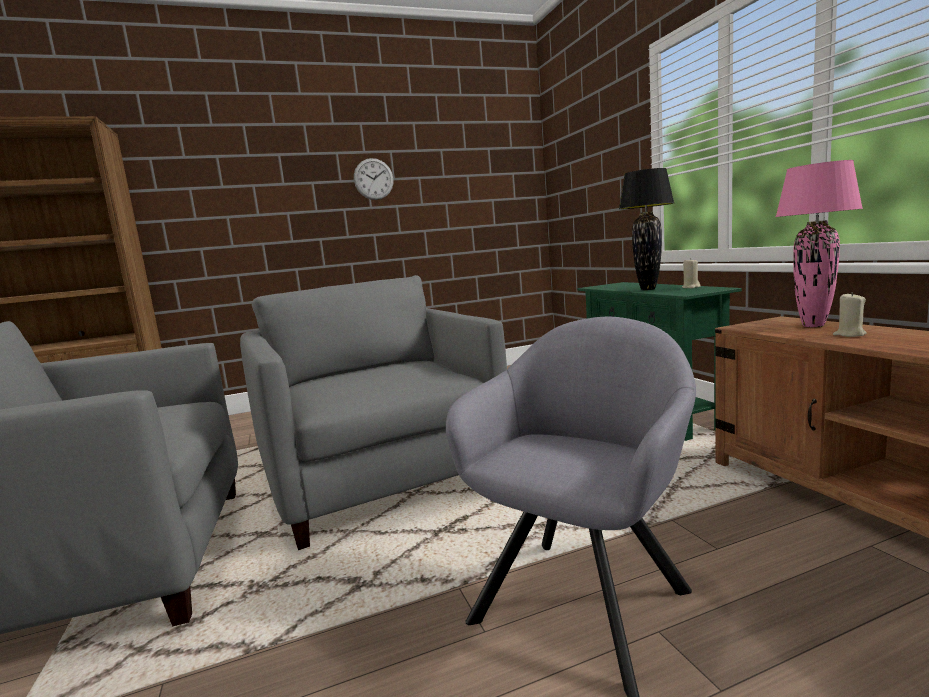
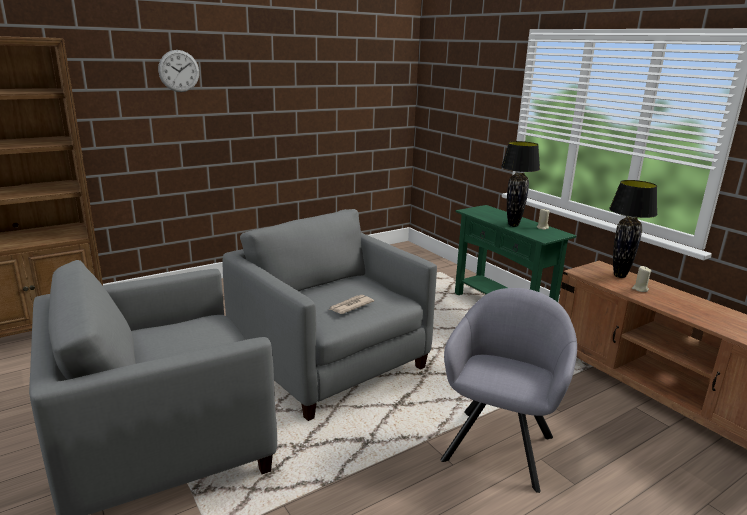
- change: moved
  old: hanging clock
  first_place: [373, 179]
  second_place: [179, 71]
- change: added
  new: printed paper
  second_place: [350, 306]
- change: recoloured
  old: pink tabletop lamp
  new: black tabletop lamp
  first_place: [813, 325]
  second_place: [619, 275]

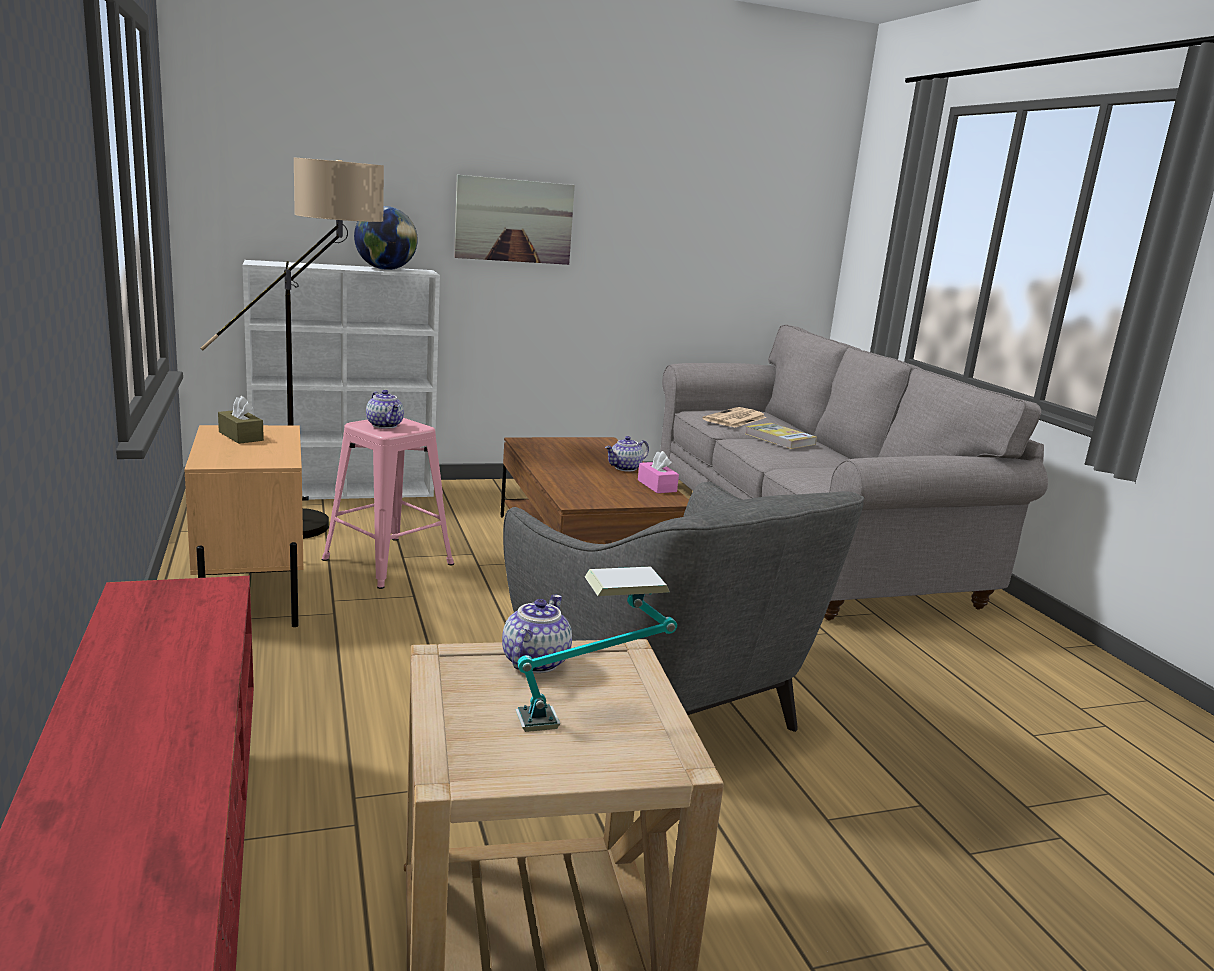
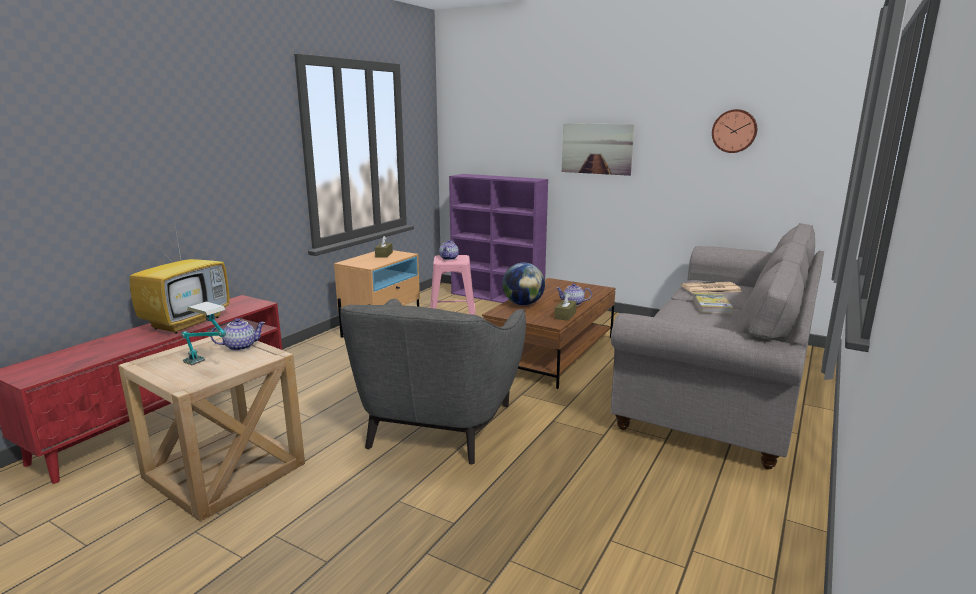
- change: added
  new: TV
  second_place: [187, 322]
- change: recoloured
  old: whitish shelving unit
  new: purple shelving unit
  first_place: [345, 491]
  second_place: [497, 297]
- change: moved
  old: world globe
  first_place: [385, 269]
  second_place: [523, 304]
- change: recoloured
  old: pink tissue holder
  new: brown-coloured tissue holder
  first_place: [657, 486]
  second_place: [565, 315]
- change: added
  new: hanging clock
  second_place: [734, 131]
- change: removed
  old: floor lamp
  first_place: [319, 521]

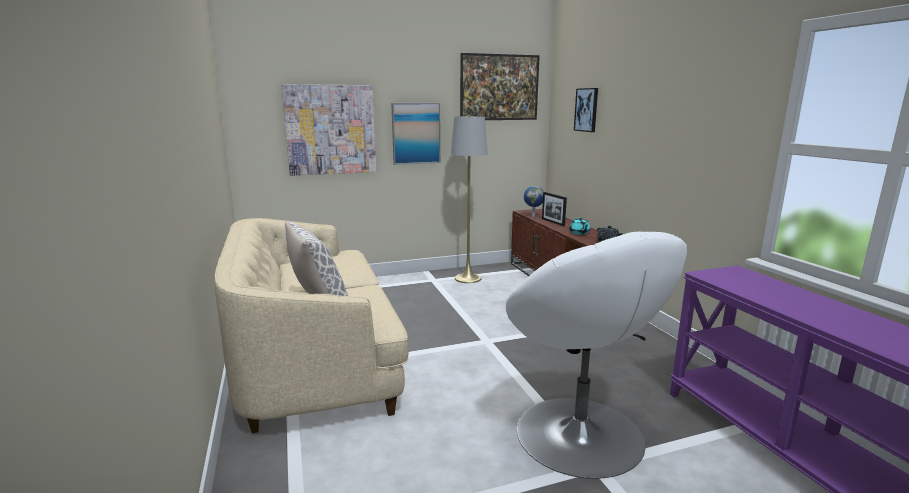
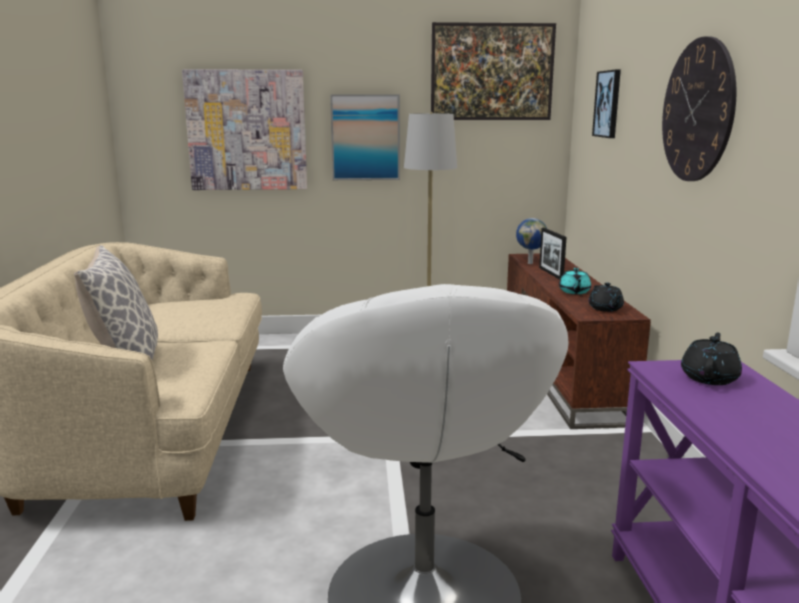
- change: added
  new: hanging clock
  second_place: [697, 110]
- change: added
  new: black pot for tea
  second_place: [709, 377]

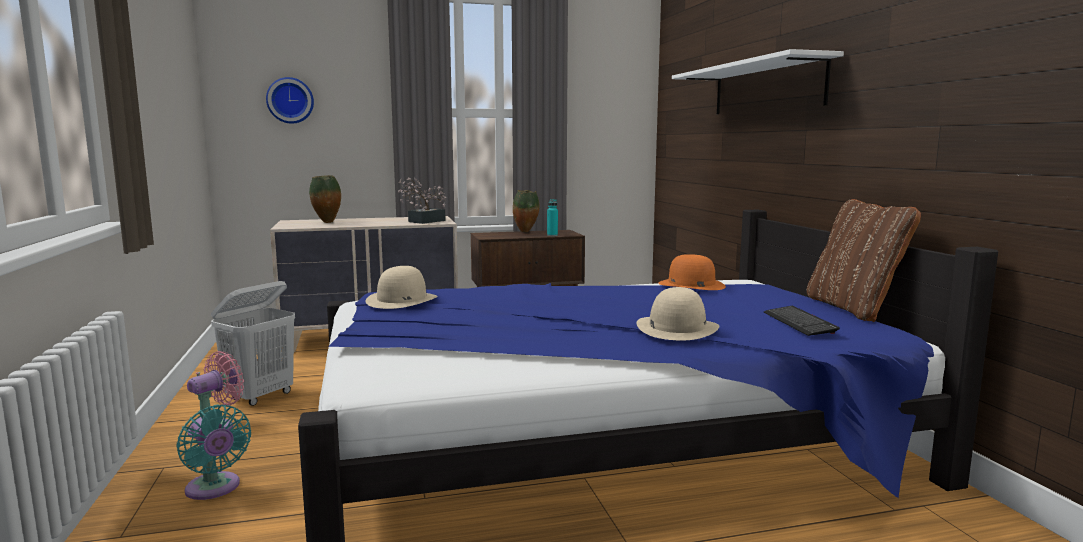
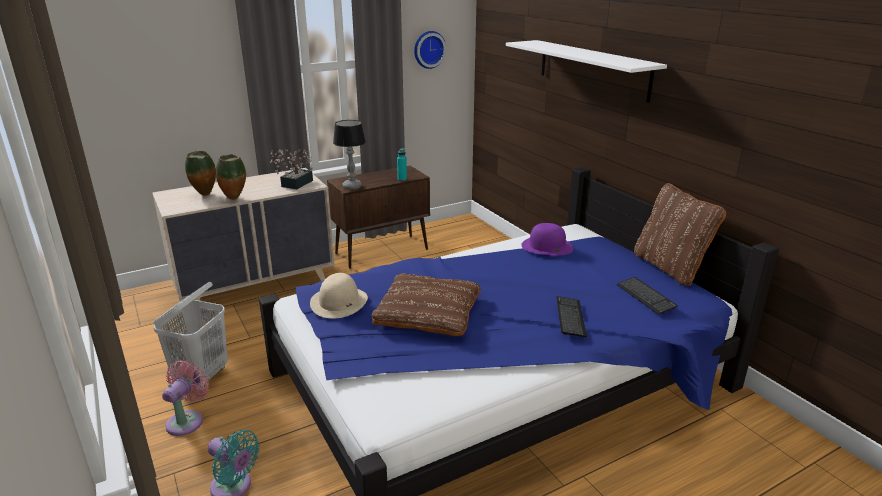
- change: moved
  old: flower vase
  first_place: [526, 232]
  second_place: [235, 198]
- change: added
  new: tabletop lamp
  second_place: [352, 186]
- change: added
  new: brown-coloured throw pillow
  second_place: [428, 312]
- change: moved
  old: hanging clock
  first_place: [290, 100]
  second_place: [428, 49]
- change: recoloured
  old: orange-coloured hat
  new: purple hat
  first_place: [691, 285]
  second_place: [546, 246]
- change: replaced
  old: sand-coloured hat
  new: PC keyboard
  first_place: [677, 328]
  second_place: [570, 317]

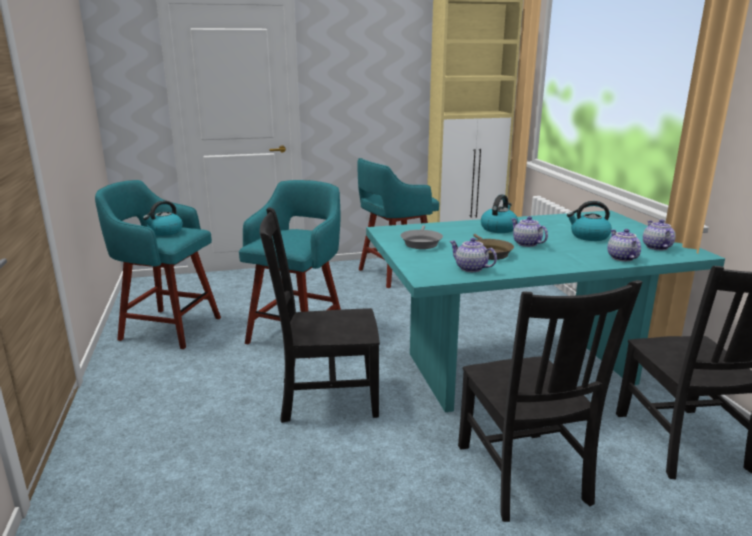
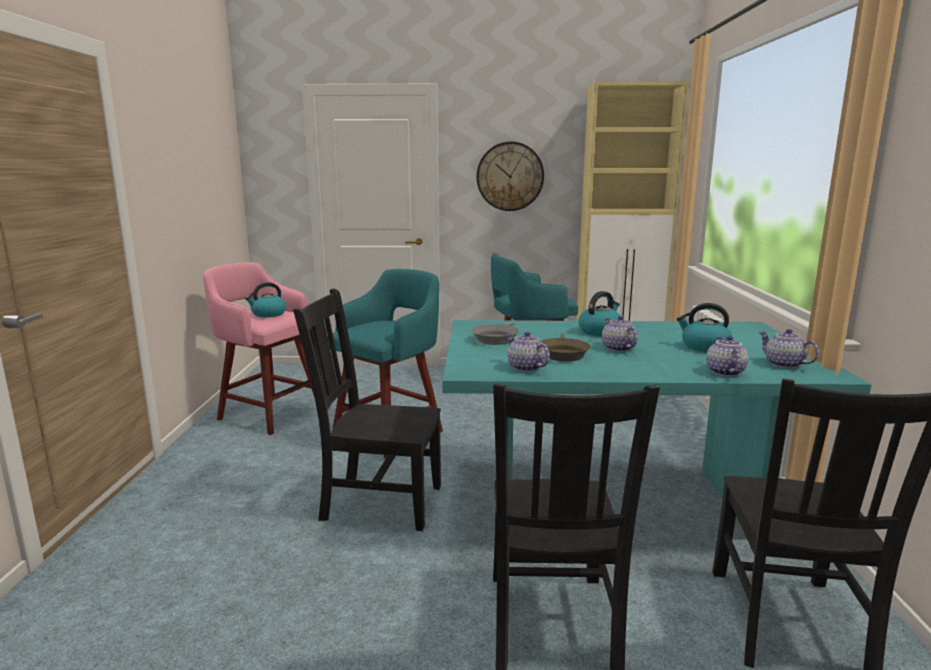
- change: recoloured
  old: turquoise stool seat
  new: pink stool seat
  first_place: [168, 328]
  second_place: [269, 413]
- change: added
  new: hanging clock
  second_place: [510, 176]
- change: turned
  old: pot for tea
  first_place: [656, 247]
  second_place: [783, 364]
  degrees: -45

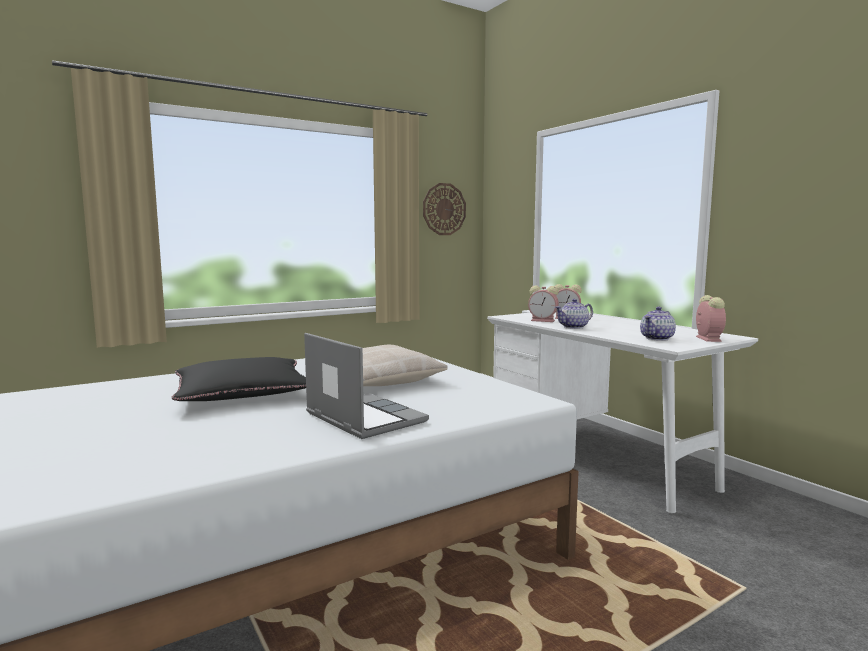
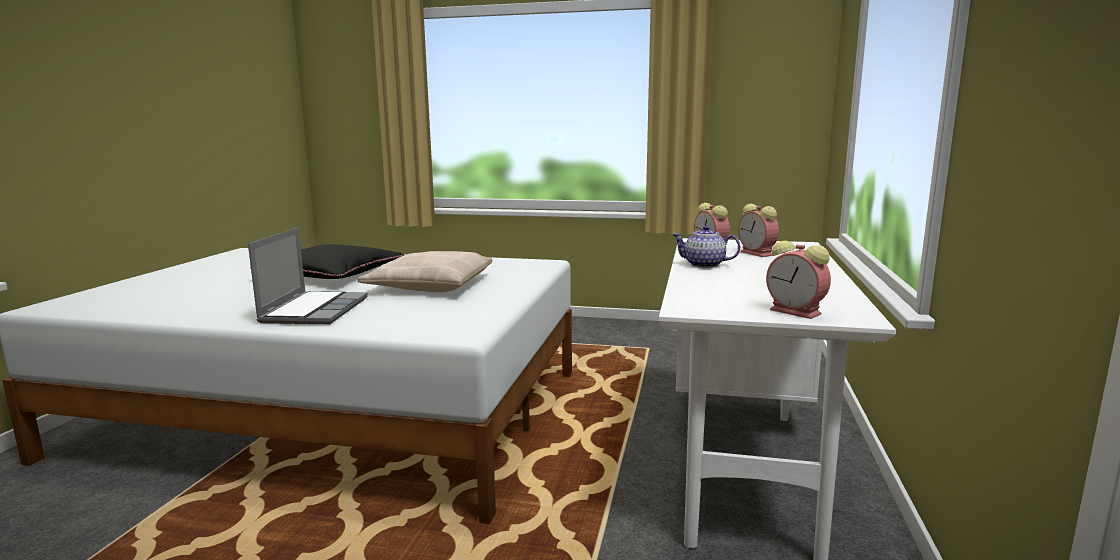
- change: turned
  old: alarm clock
  first_place: [707, 339]
  second_place: [797, 312]
  degrees: 90
- change: removed
  old: hanging clock
  first_place: [444, 209]
- change: removed
  old: pot for tea
  first_place: [657, 338]

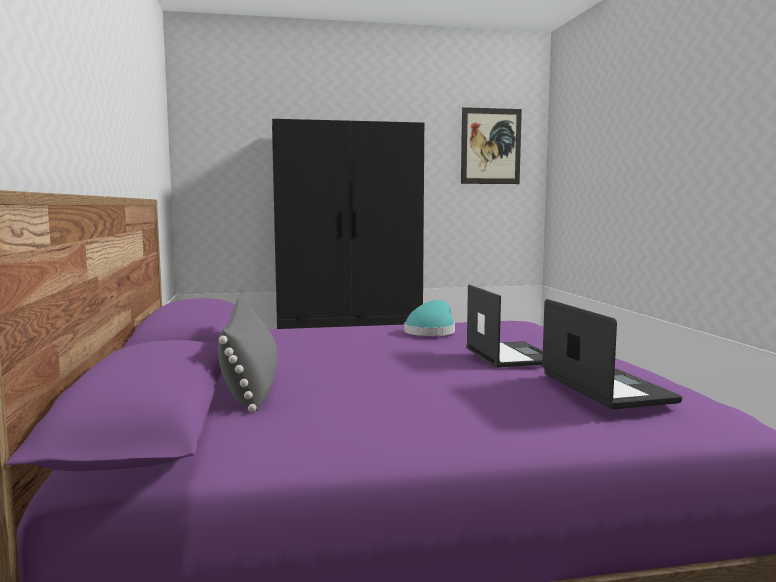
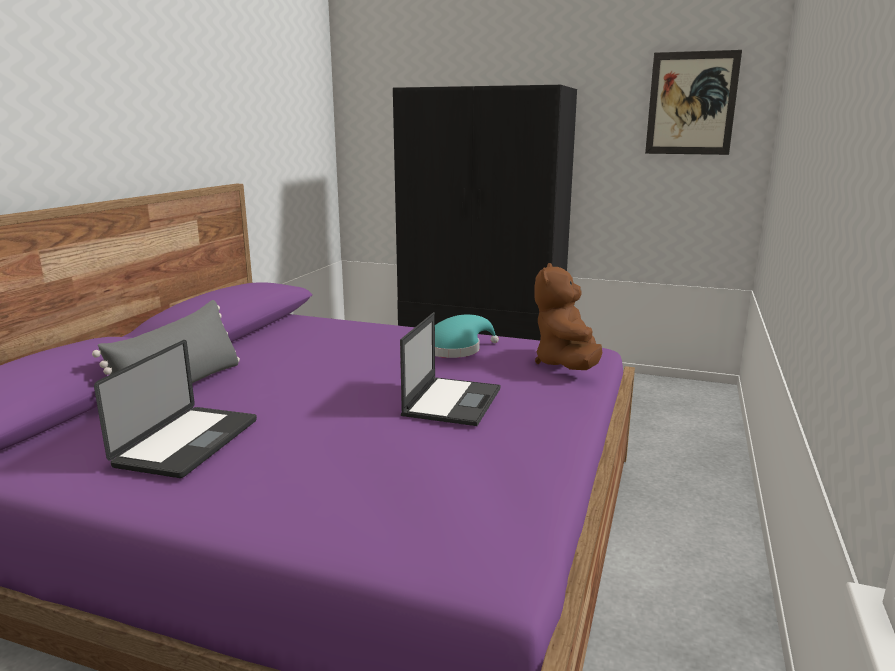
- change: moved
  old: notebook computer
  first_place: [606, 388]
  second_place: [188, 443]
- change: added
  new: brown-coloured soft toy
  second_place: [567, 365]

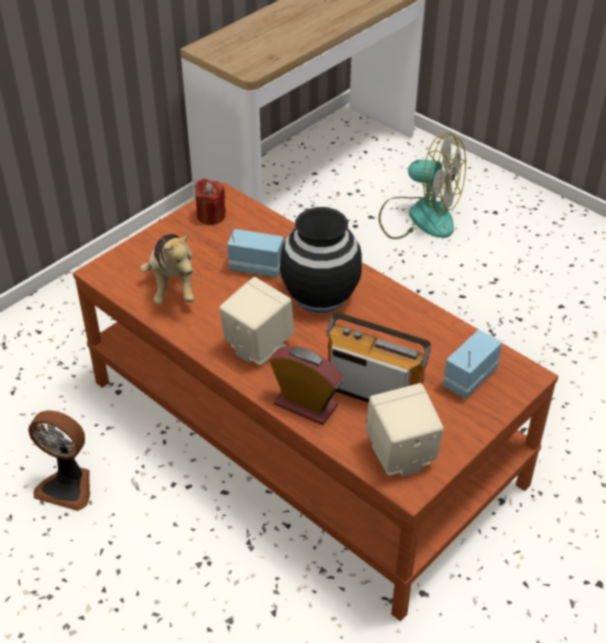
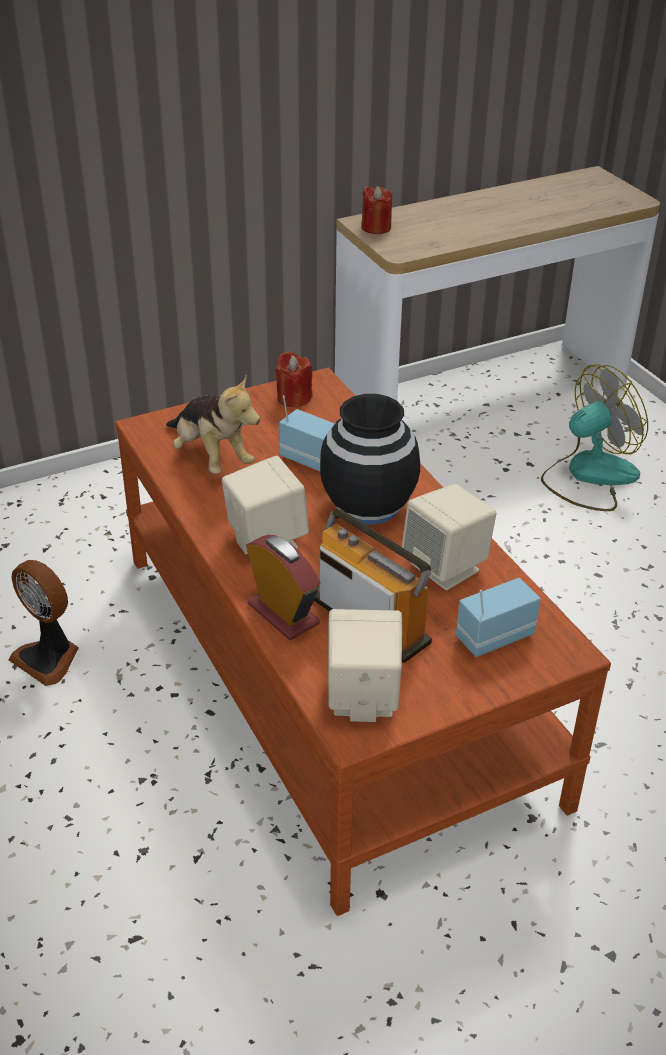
- change: turned
  old: soft toy
  first_place: [173, 285]
  second_place: [211, 457]
  degrees: -45
- change: added
  new: reddish wax light
  second_place: [376, 228]
- change: added
  new: sand-coloured speaker
  second_place: [446, 567]
- change: turned
  old: fan
  first_place: [419, 216]
  second_place: [589, 476]
  degrees: -75

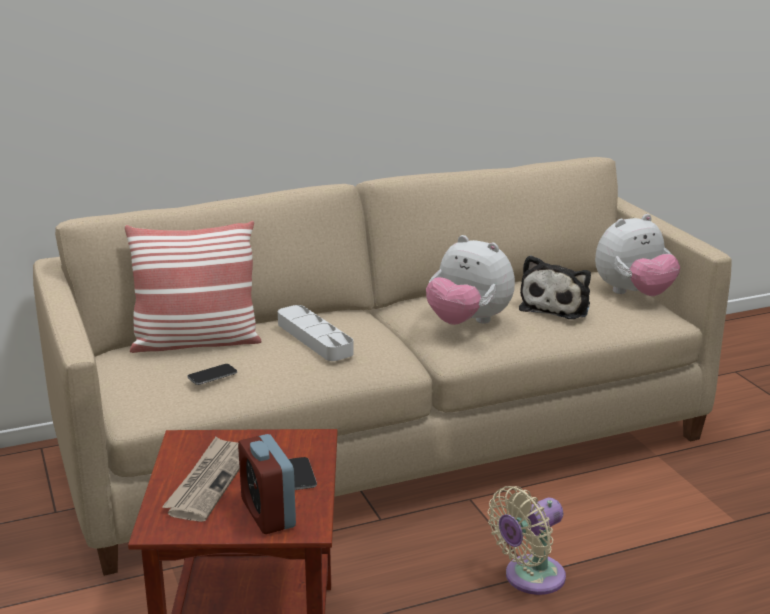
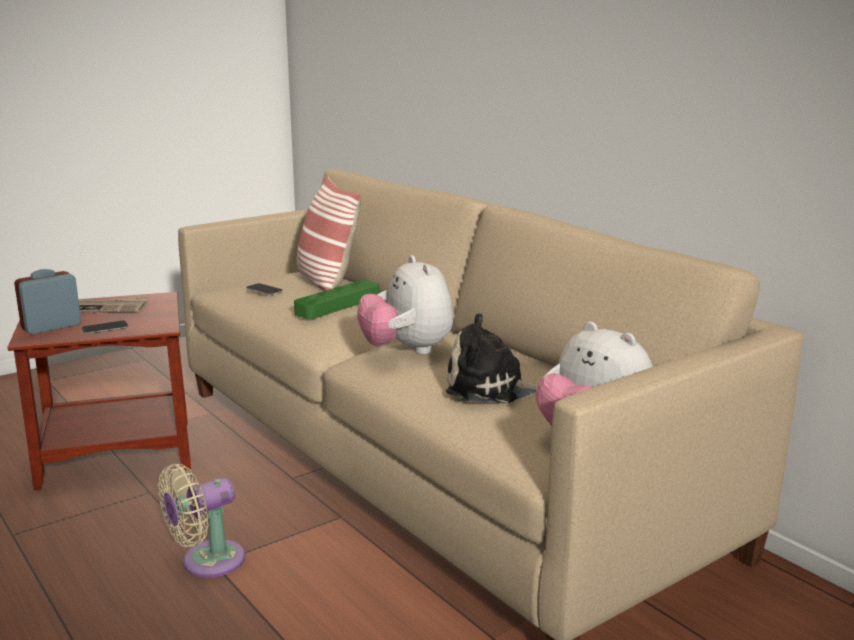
- change: turned
  old: sand-coloured fan
  first_place: [529, 578]
  second_place: [207, 562]
  degrees: -75
- change: recoloured
  old: greyish serving tray
  new: greenish serving tray
  first_place: [314, 338]
  second_place: [338, 305]
- change: turned
  old: soft toy
  first_place: [468, 322]
  second_place: [407, 350]
  degrees: -45

